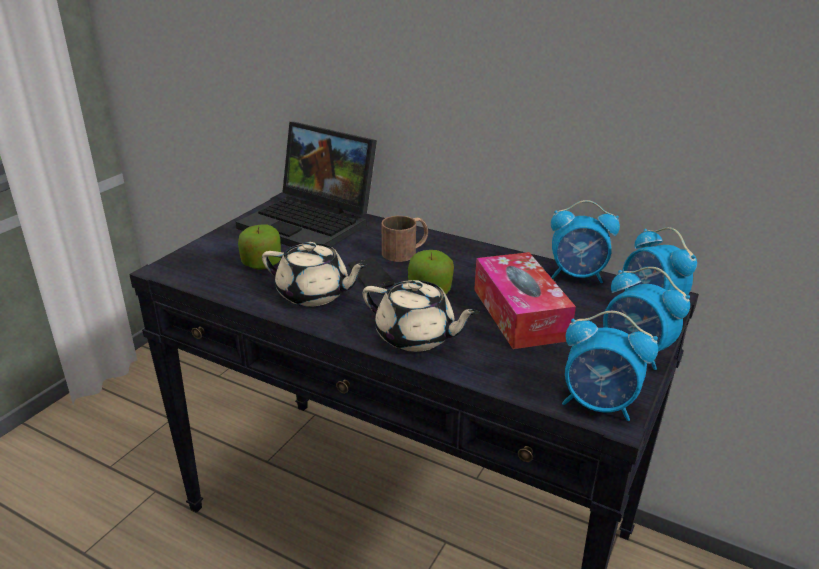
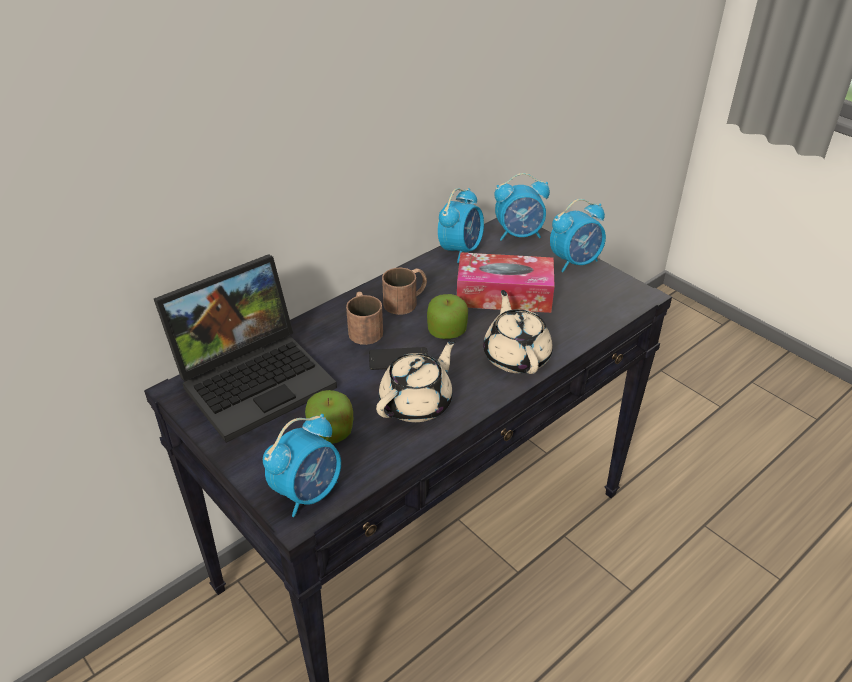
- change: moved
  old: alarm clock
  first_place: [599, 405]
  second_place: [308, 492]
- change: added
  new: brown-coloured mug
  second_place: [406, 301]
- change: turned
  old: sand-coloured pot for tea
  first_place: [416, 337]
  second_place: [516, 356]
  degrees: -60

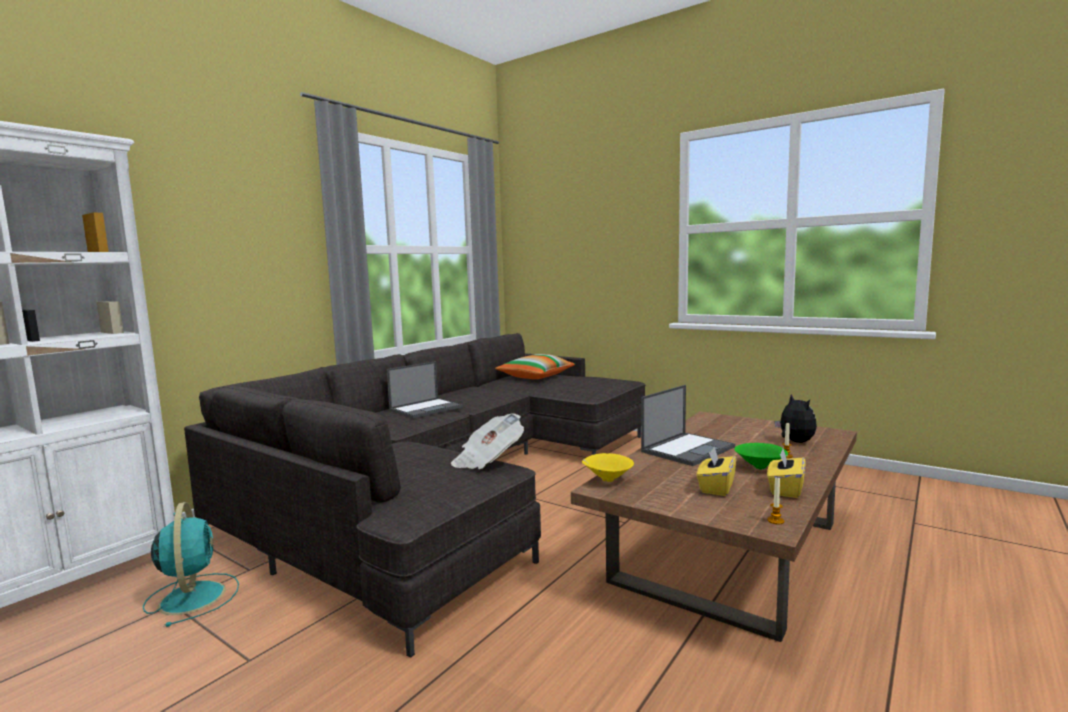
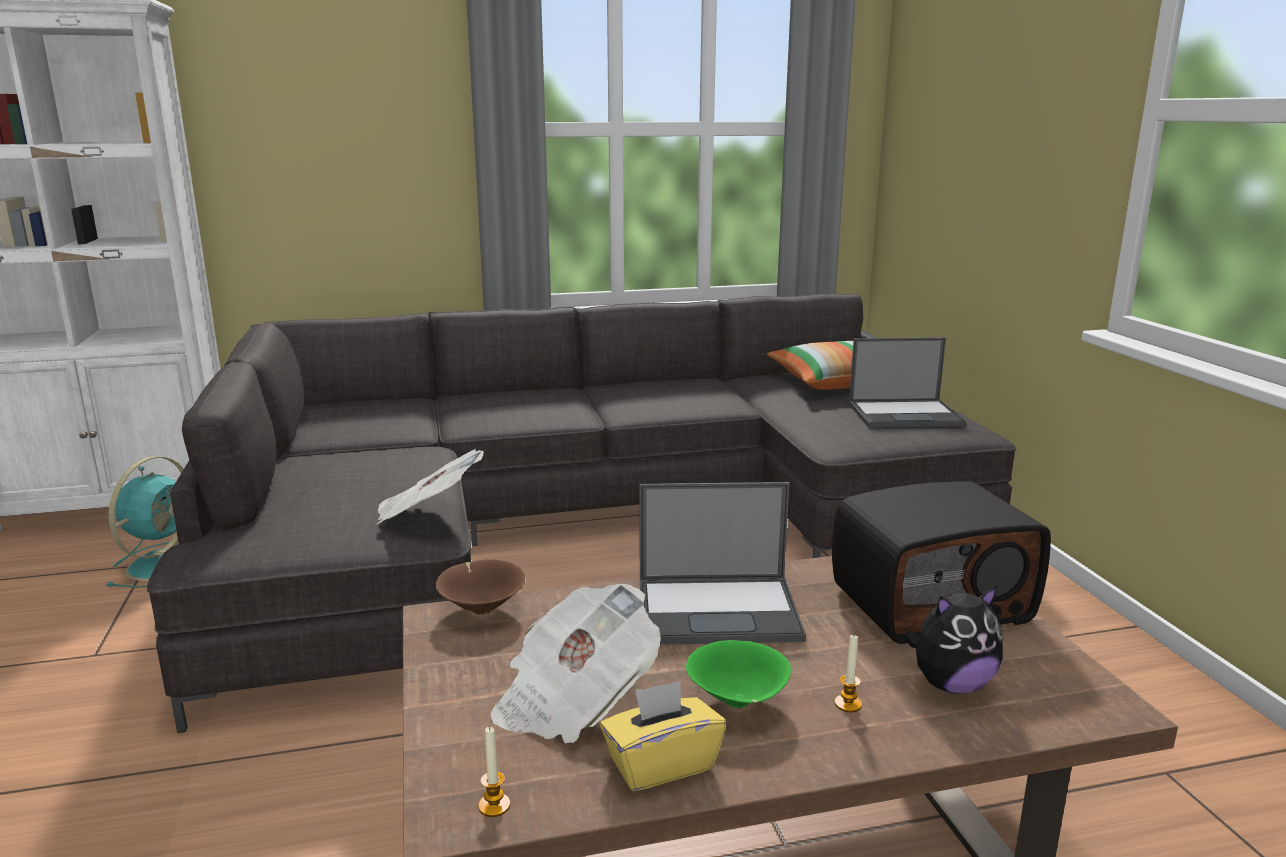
- change: recoloured
  old: yellow bowl
  new: brown-coloured bowl
  first_place: [607, 479]
  second_place: [482, 608]
- change: replaced
  old: yellow tissue holder
  new: printed paper
  first_place: [716, 487]
  second_place: [574, 699]
- change: added
  new: radio set
  second_place: [930, 603]
- change: moved
  old: notebook computer
  first_place: [426, 408]
  second_place: [905, 414]
- change: turned
  old: soft toy
  first_place: [795, 442]
  second_place: [951, 684]
  degrees: 45

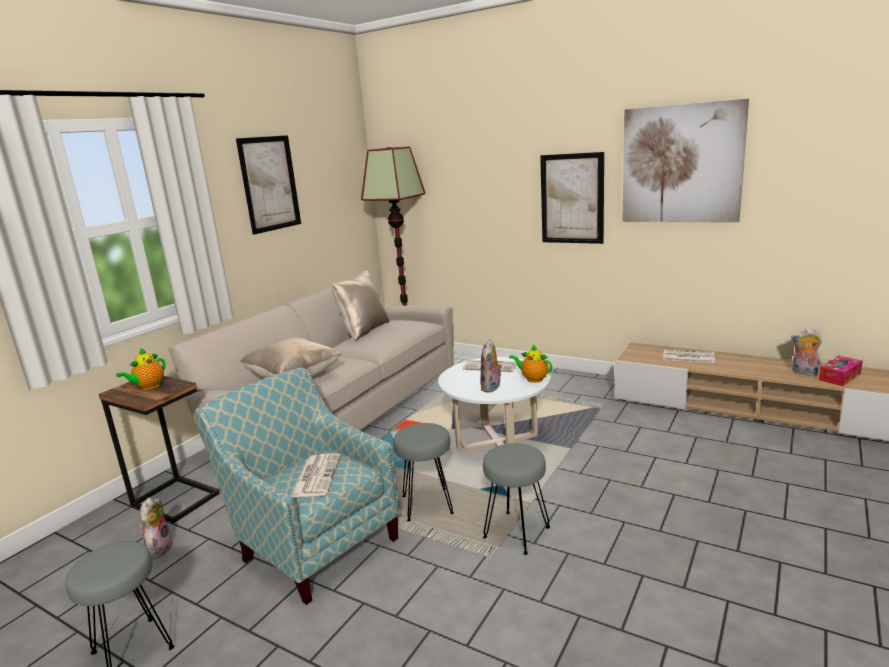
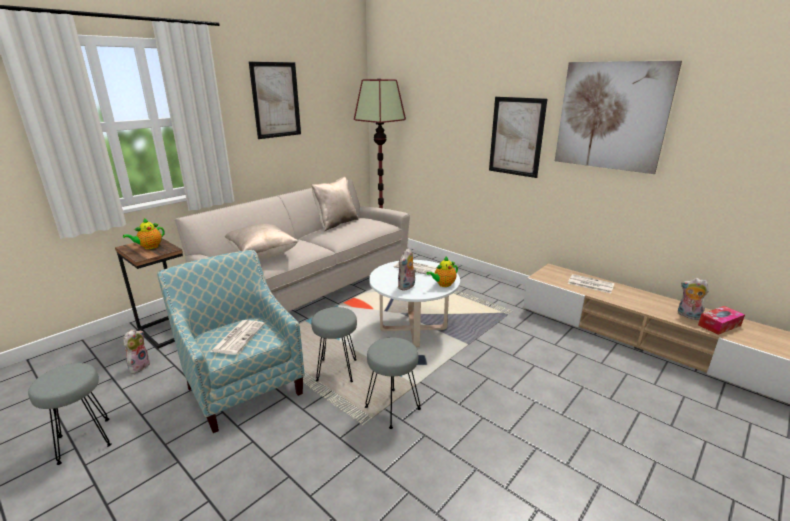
- change: turned
  old: pot for tea
  first_place: [532, 379]
  second_place: [443, 284]
  degrees: -75

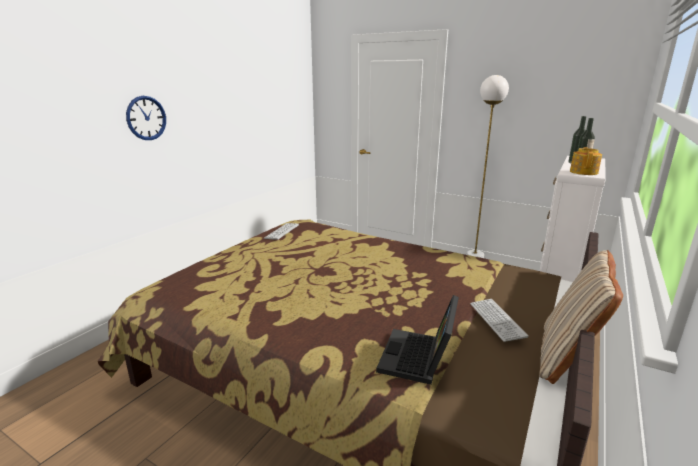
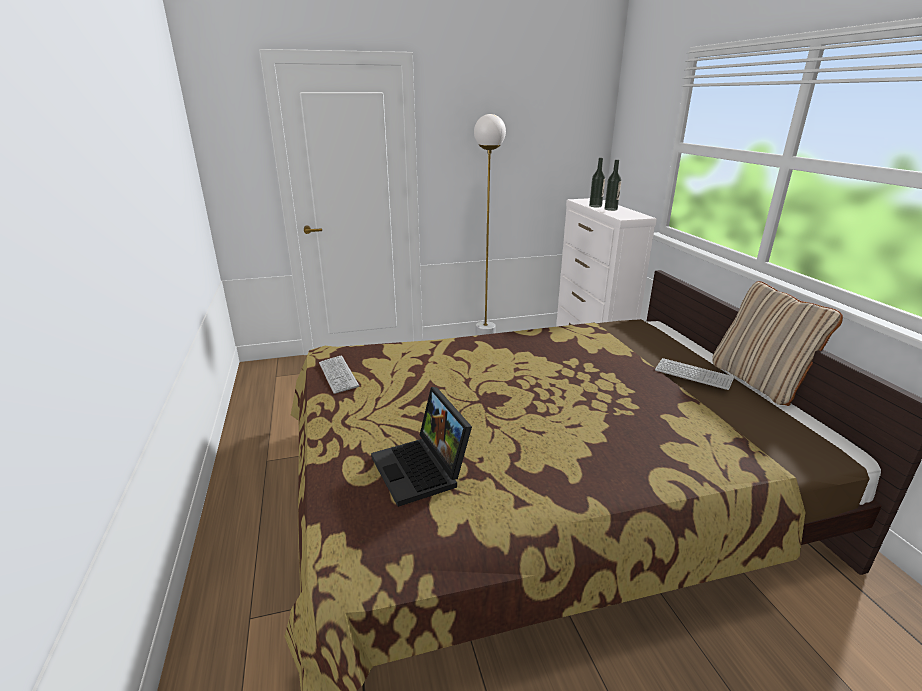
- change: moved
  old: notebook computer
  first_place: [418, 359]
  second_place: [423, 470]
- change: removed
  old: hanging clock
  first_place: [146, 118]
- change: removed
  old: pot for tea
  first_place: [584, 172]

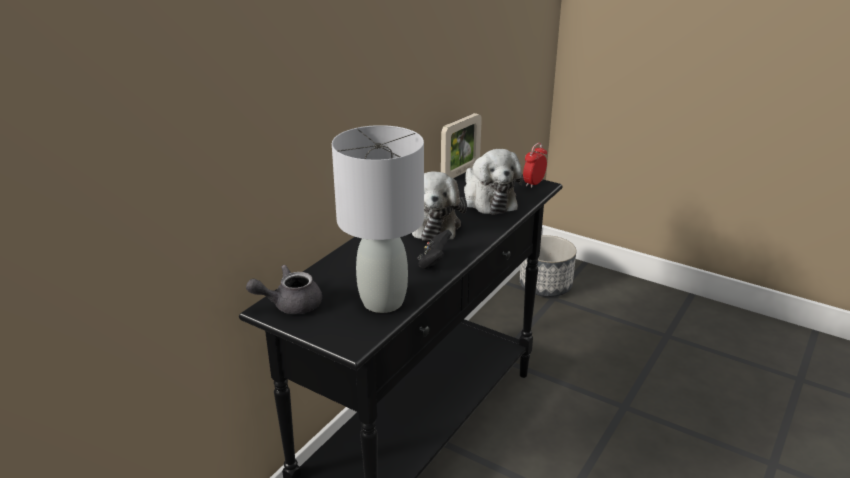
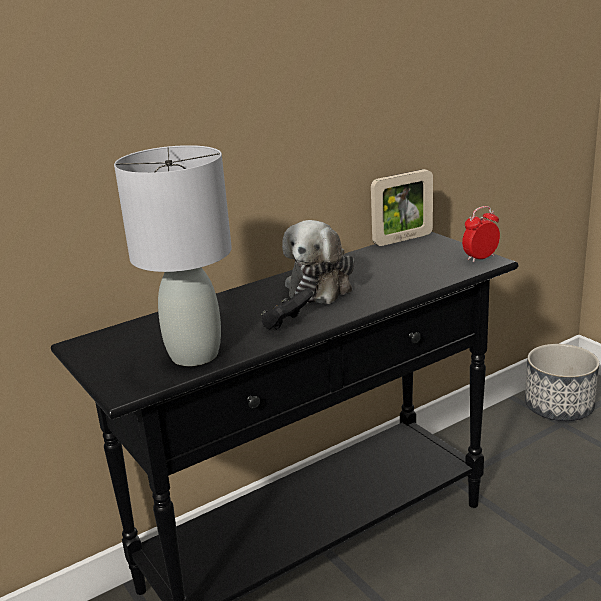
- change: removed
  old: greyish pot for tea
  first_place: [290, 304]
- change: removed
  old: soft toy
  first_place: [488, 199]

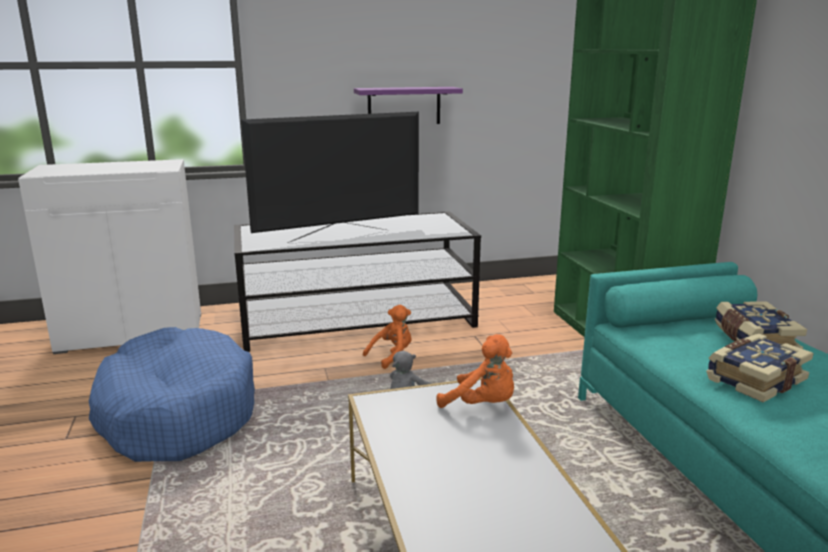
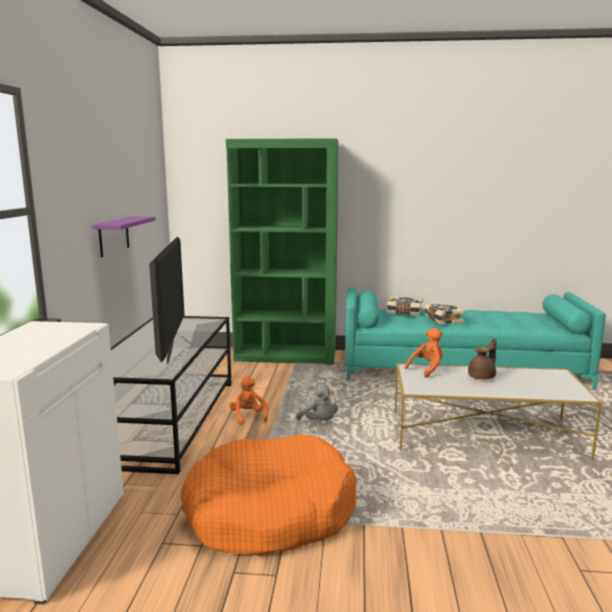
- change: recoloured
  old: blue dog bed
  new: orange-coloured dog bed
  first_place: [176, 413]
  second_place: [269, 512]
- change: added
  new: brown-coloured pot for tea
  second_place: [482, 377]

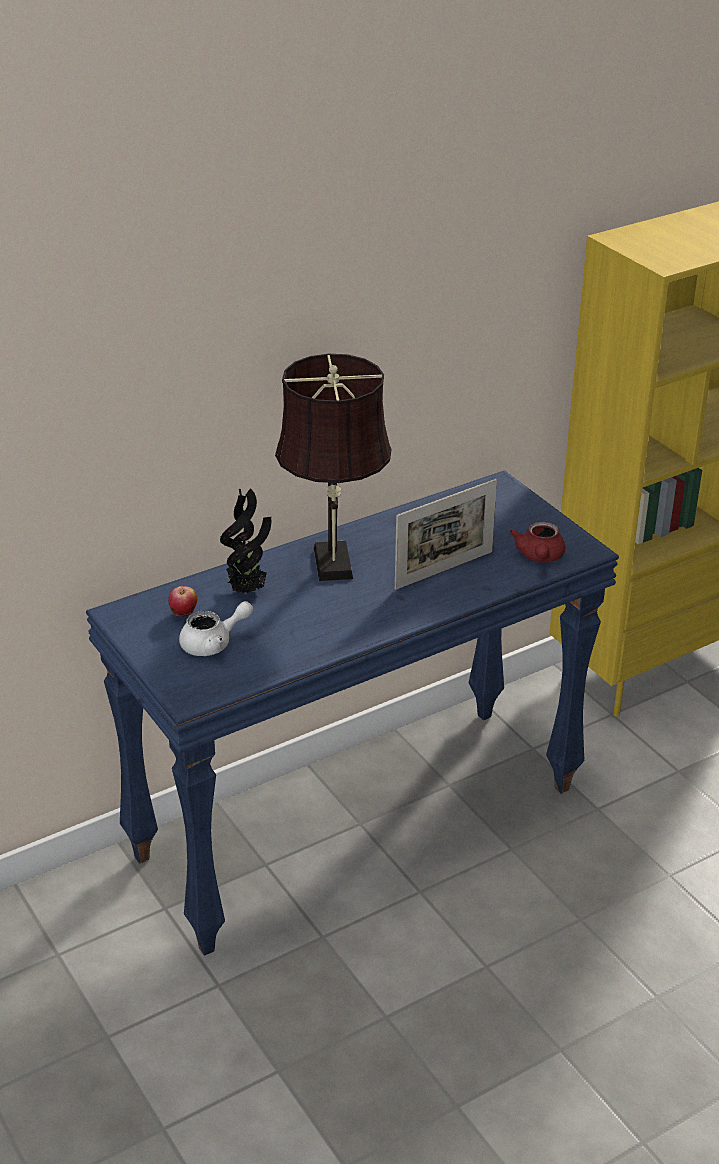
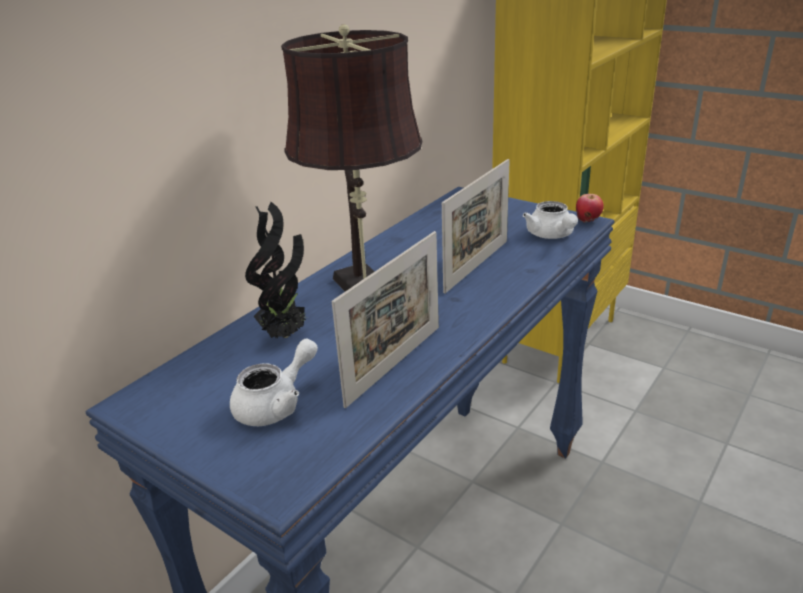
- change: added
  new: standing frame
  second_place: [394, 364]
- change: recoloured
  old: reddish pot for tea
  new: whitish pot for tea
  first_place: [539, 557]
  second_place: [552, 235]
- change: moved
  old: whole apple
  first_place: [184, 614]
  second_place: [588, 221]

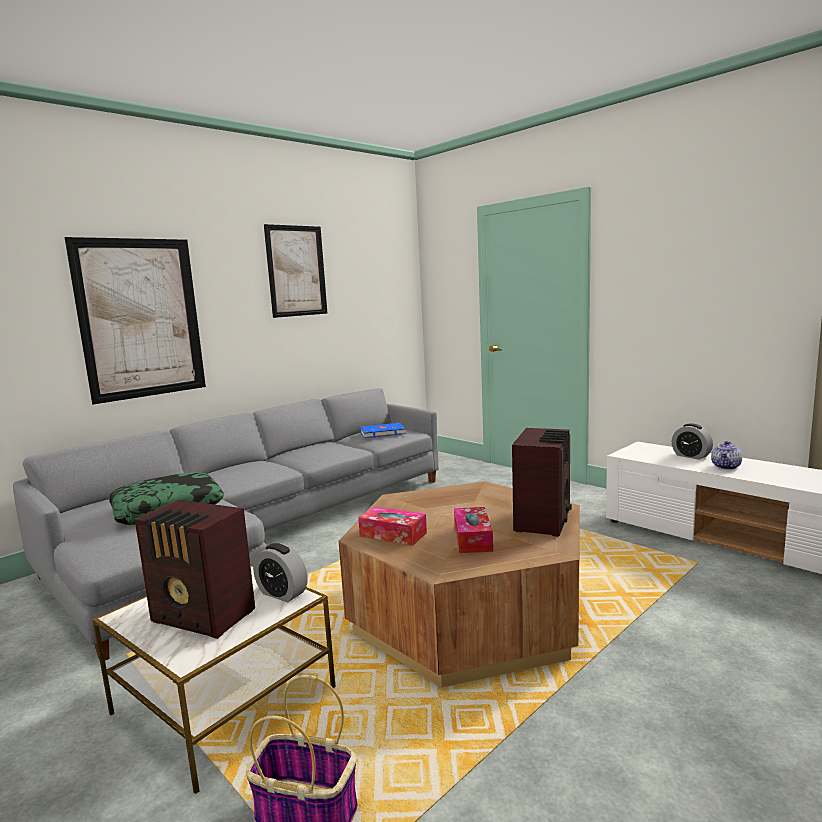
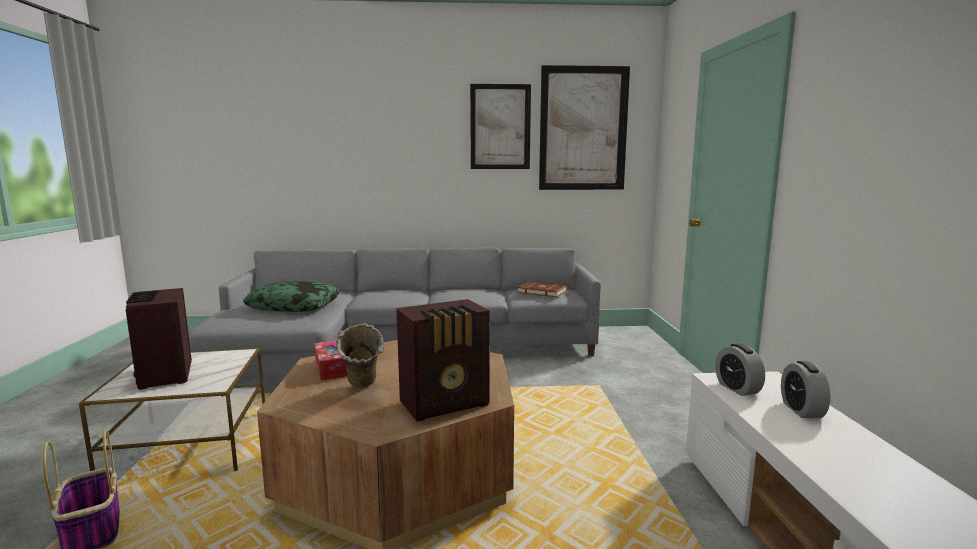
- change: replaced
  old: tissue holder
  new: sand-coloured flower vase
  first_place: [472, 538]
  second_place: [362, 393]
- change: recoloured
  old: blue bound book
  new: brown-coloured bound book
  first_place: [382, 432]
  second_place: [542, 291]
- change: moved
  old: picture
  first_place: [141, 318]
  second_place: [583, 129]
- change: moved
  old: alarm clock
  first_place: [282, 593]
  second_place: [737, 388]
- change: removed
  old: pot for tea
  first_place: [726, 467]

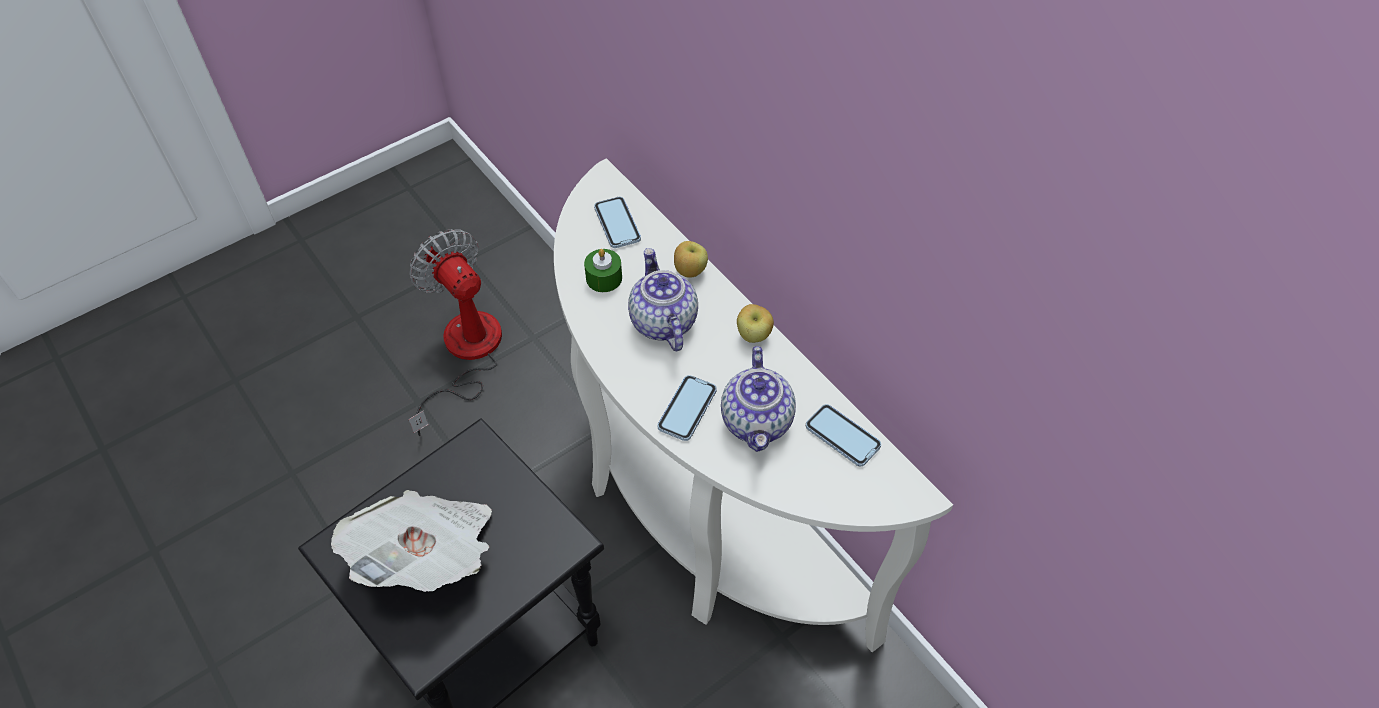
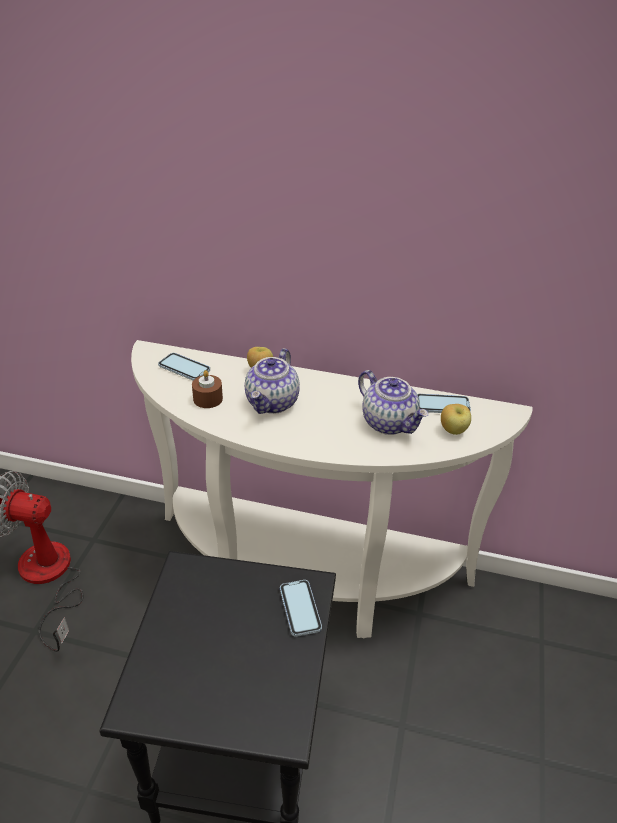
- change: recoloured
  old: greenish wax light
  new: brown-coloured wax light
  first_place: [604, 278]
  second_place: [208, 399]
- change: turned
  old: pot for tea
  first_place: [662, 321]
  second_place: [273, 403]
  degrees: -105
- change: moved
  old: telephone
  first_place: [687, 409]
  second_place: [300, 609]
- change: moved
  old: whole apple
  first_place: [754, 335]
  second_place: [453, 431]
- change: removed
  old: printed paper
  first_place: [428, 555]

